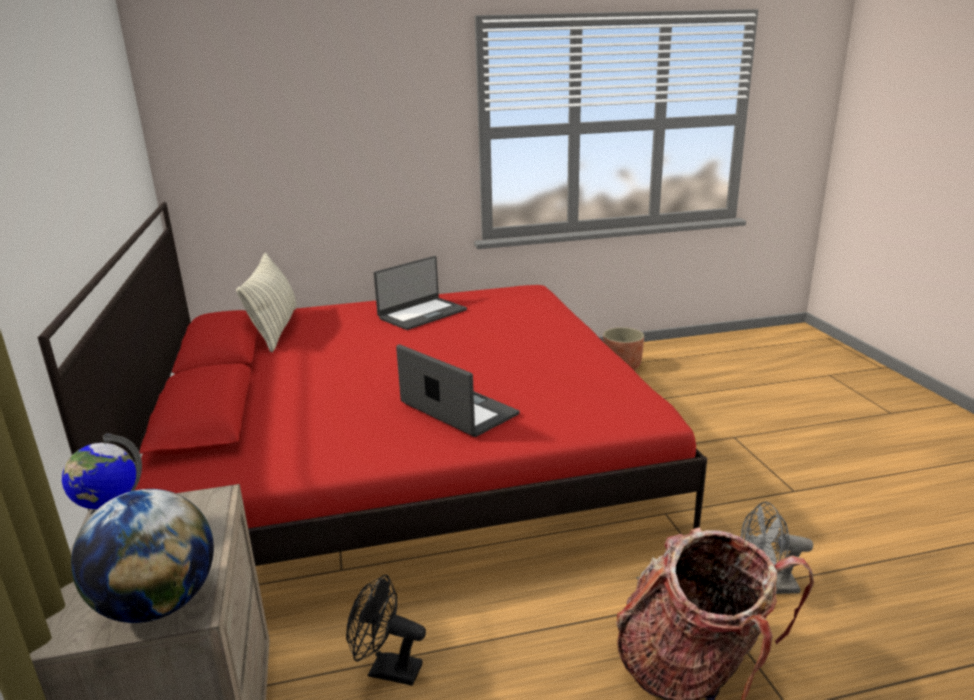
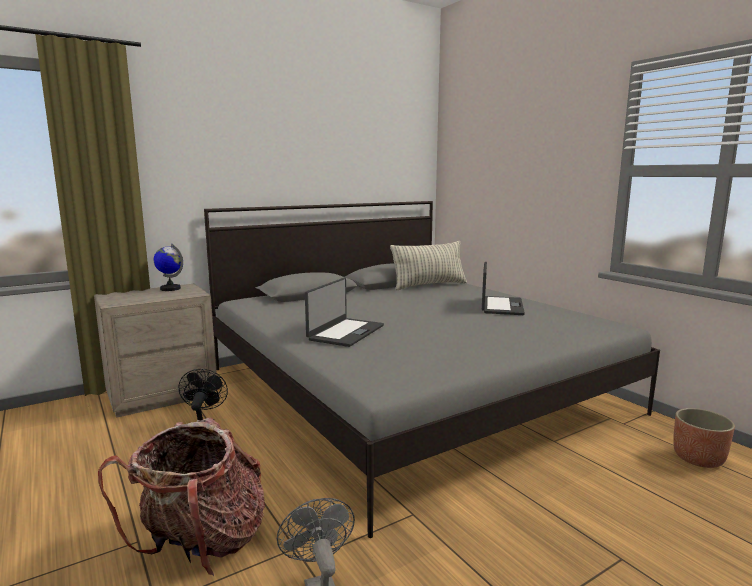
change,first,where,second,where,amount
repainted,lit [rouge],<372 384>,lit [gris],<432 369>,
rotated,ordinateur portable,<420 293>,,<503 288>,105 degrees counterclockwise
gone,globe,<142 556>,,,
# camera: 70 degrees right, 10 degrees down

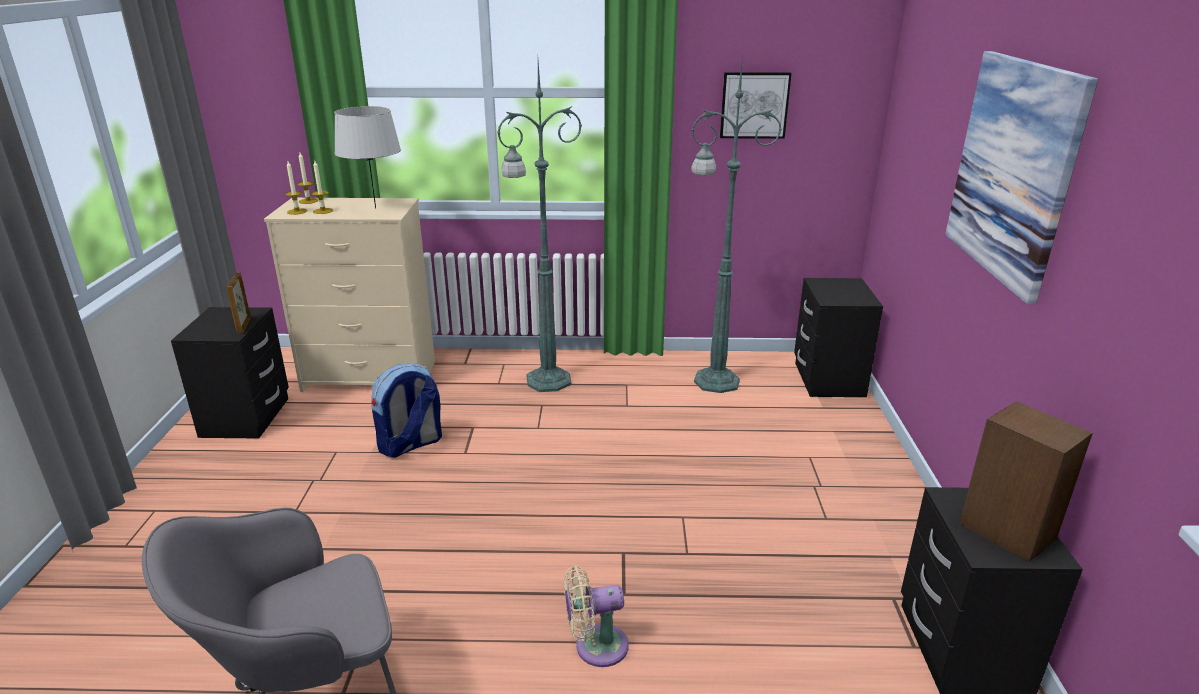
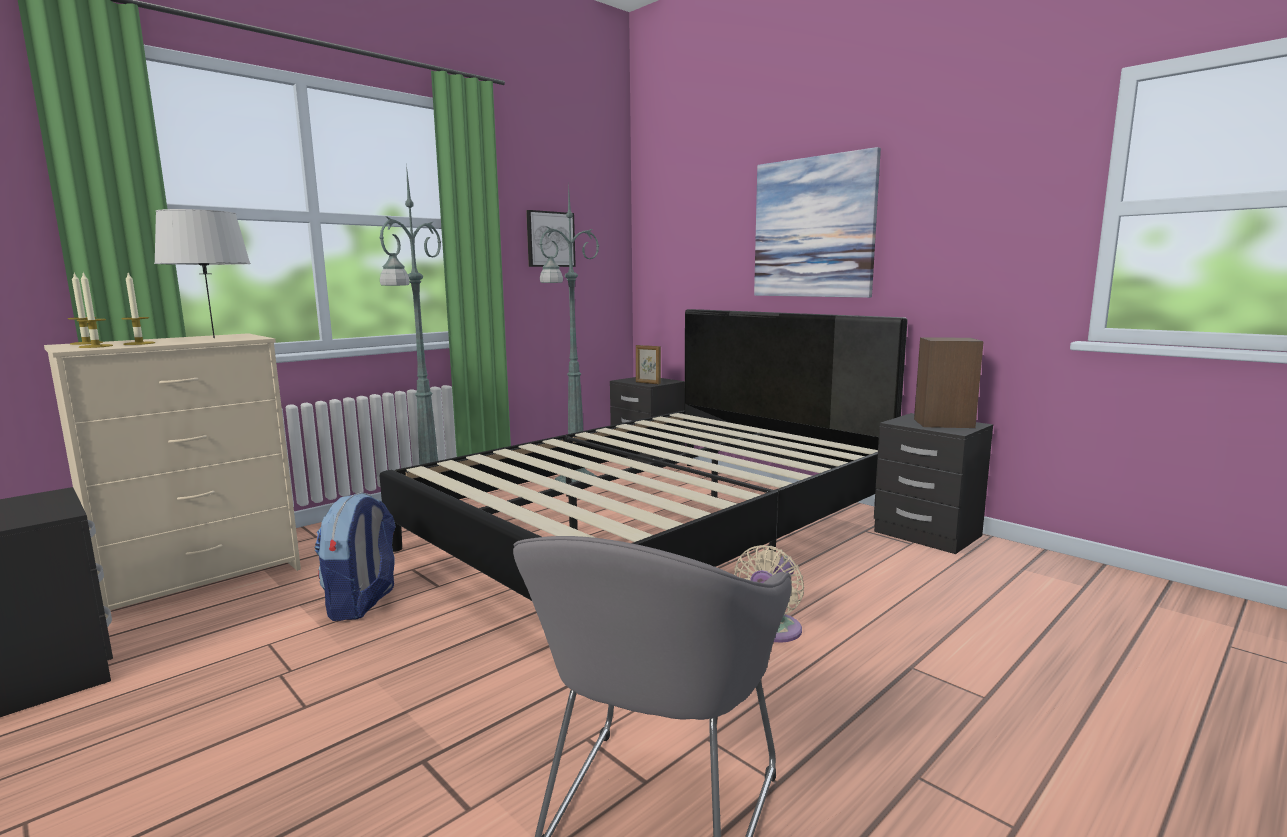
change,first,where,second,where,amount
new,,,lit [noir],<643 455>,
shifted,cadre photo,<238 303>,,<648 364>,
# camera: 45 degrees left, 15 degrees down

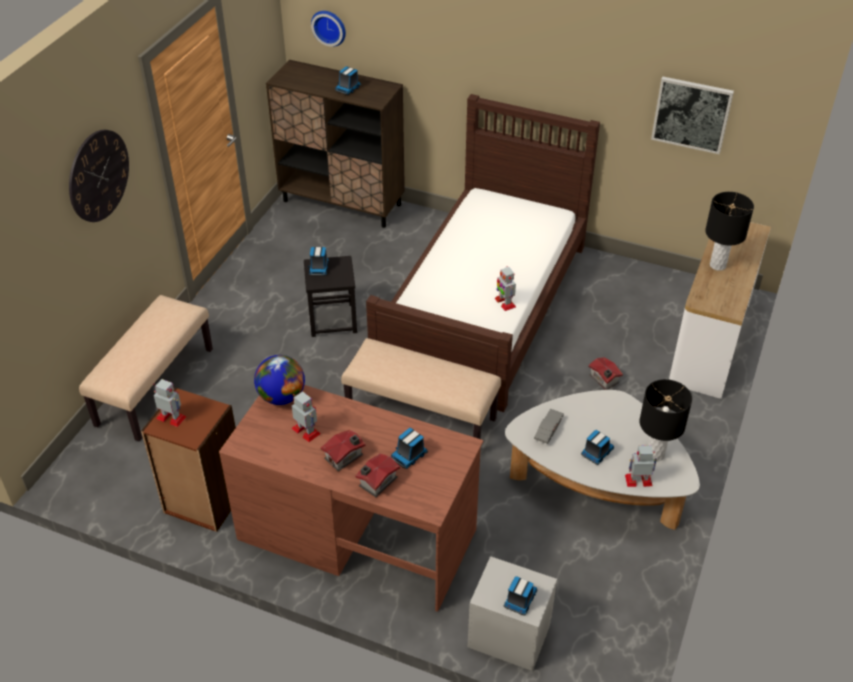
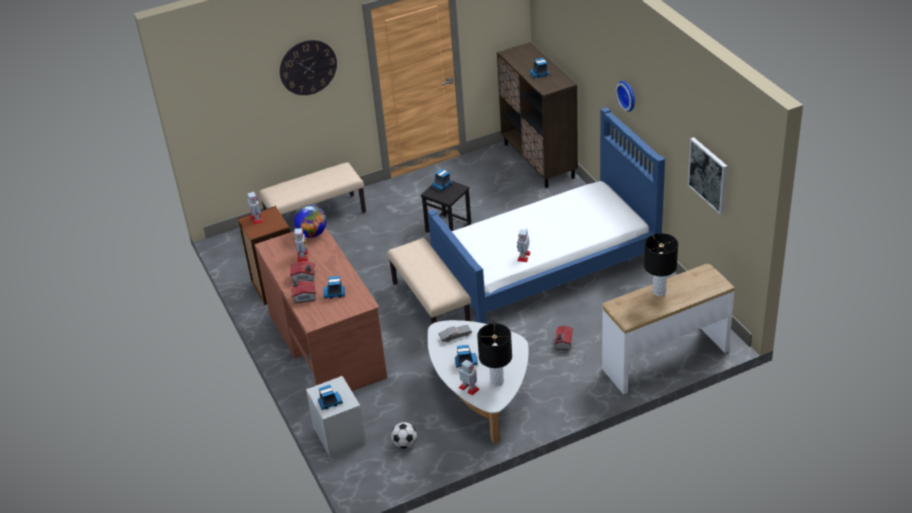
change,first,where,second,where,amount
new,,,ballon de foot,<404 435>,
repainted,lit [marron],<483 253>,lit [bleu],<546 215>,
shifted,horloge murale,<328 29>,,<625 96>,
# camera: 45 degrees right, 5 degrees down

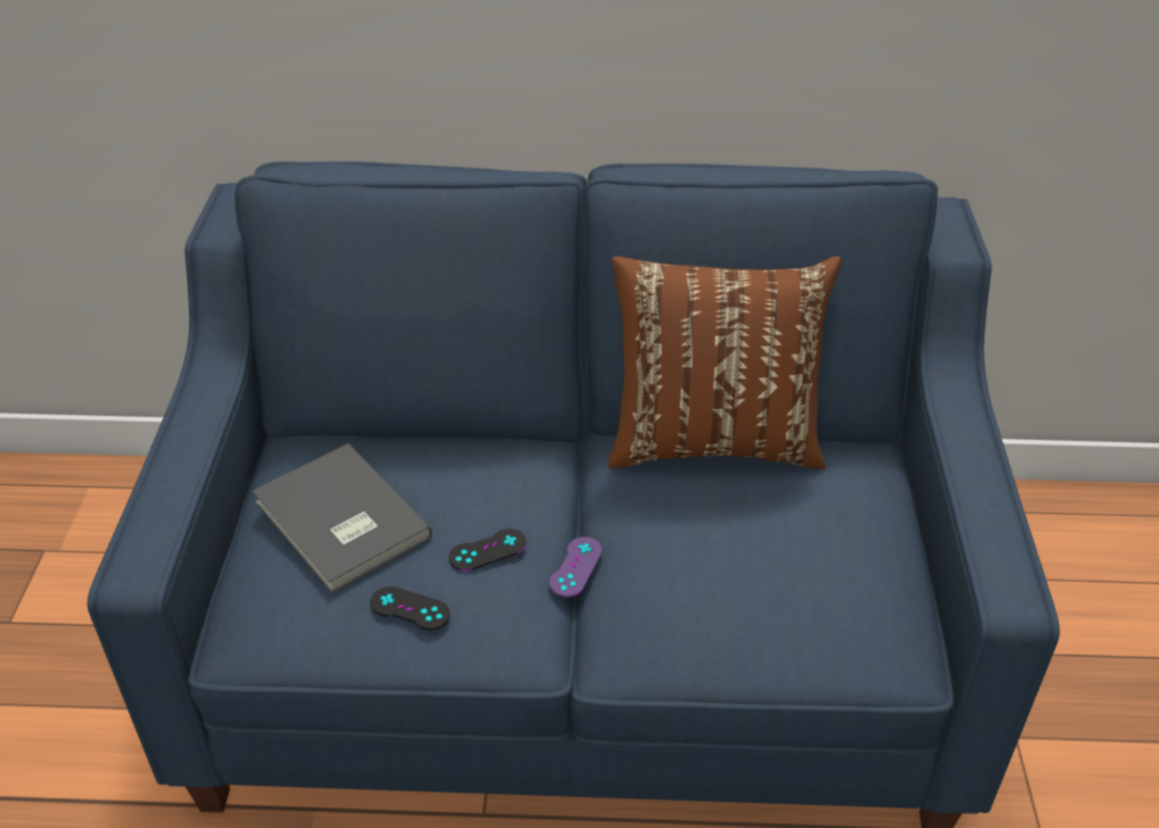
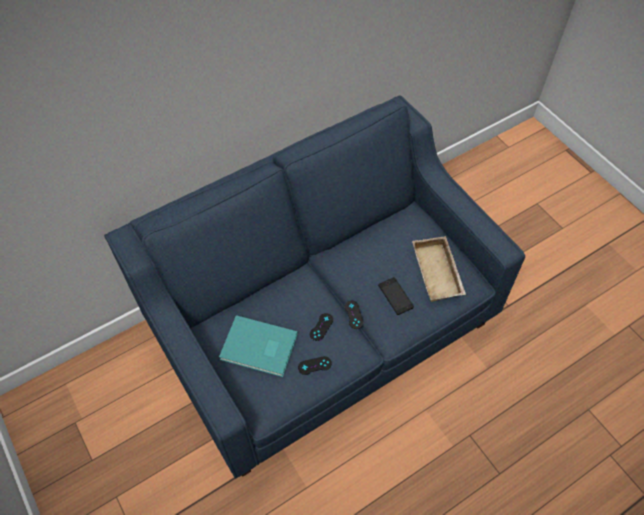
change,first,where,second,where,amount
repainted,livre [gris],<342 518>,livre [turquoise],<258 346>,
repainted,manette [violet],<575 567>,manette [noir],<354 314>,
new,,,téléphone,<396 296>,
new,,,plateau [beige],<439 269>,
gone,coussin [marron],<724 363>,,,
# camera: 35 degrees left, 15 degrees up

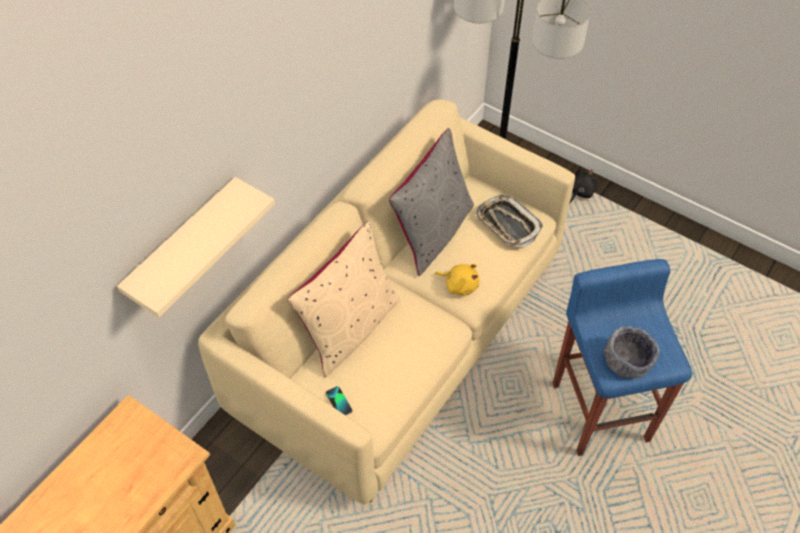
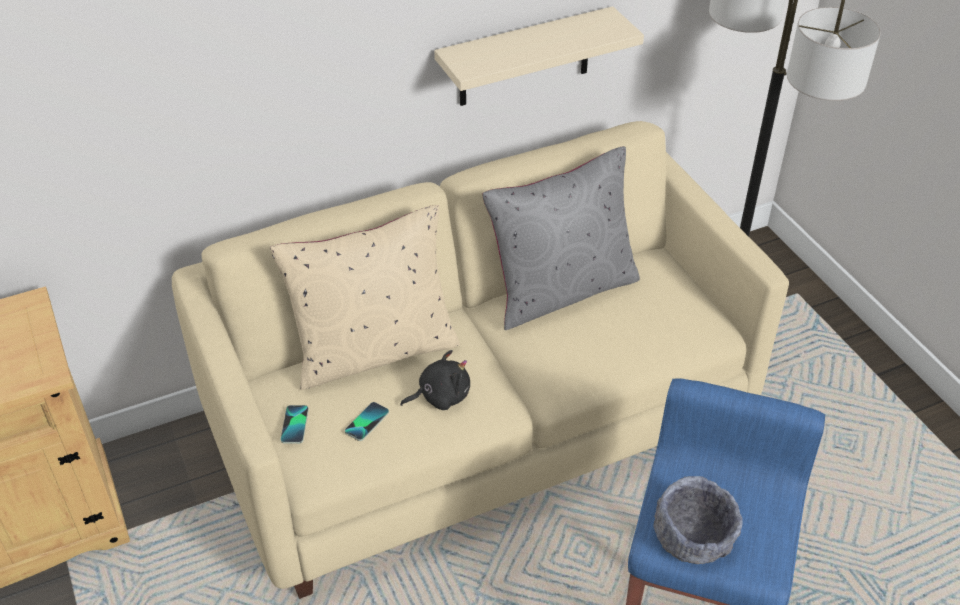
change,first,where,second,where,amount
new,,,téléphone,<367 421>,
shifted,peluche [noir],<583 185>,,<435 380>,
shifted,étagère [beige],<196 247>,,<539 56>,
gone,peluche [jaune],<457 279>,,,
gone,plateau,<509 221>,,,
# camera: 30 degrees right, 10 degrees down

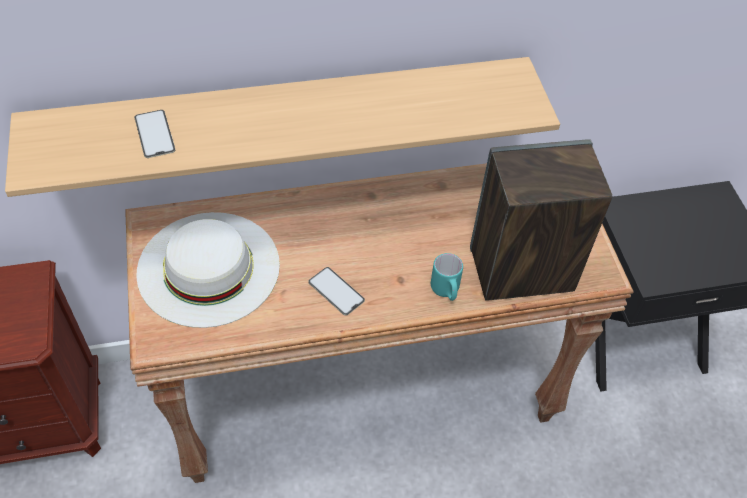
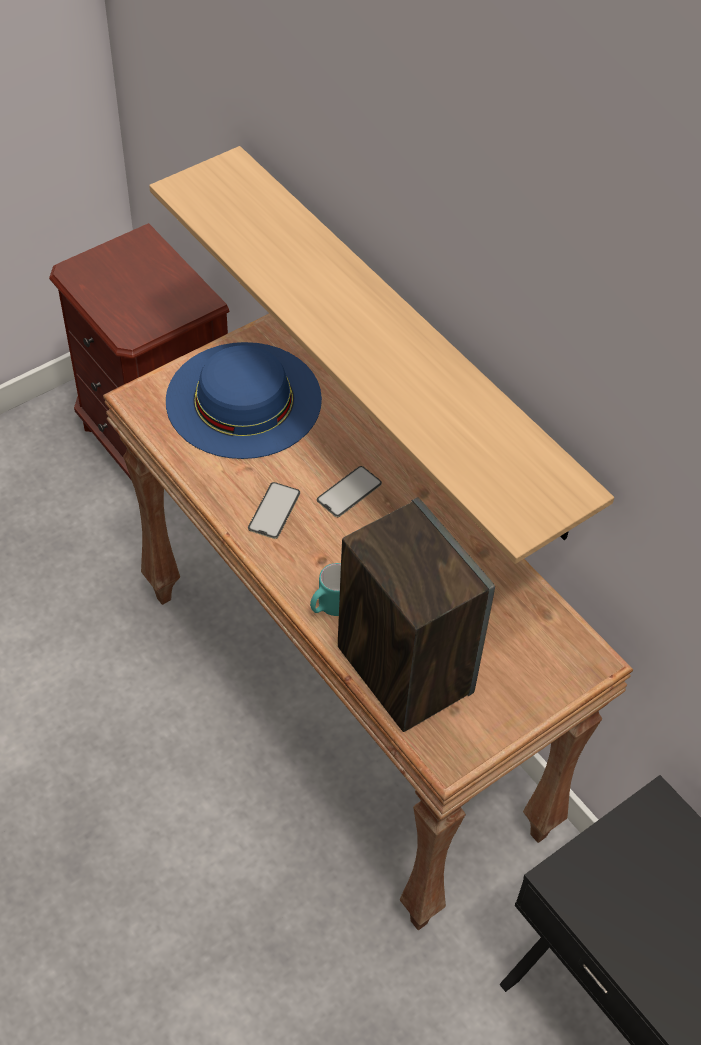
change,first,where,second,where,amount
repainted,chapeau [blanc],<208 270>,chapeau [bleu],<244 400>,
shifted,téléphone,<154 134>,,<349 491>,
# camera: 65 degrees right, 0 degrees up

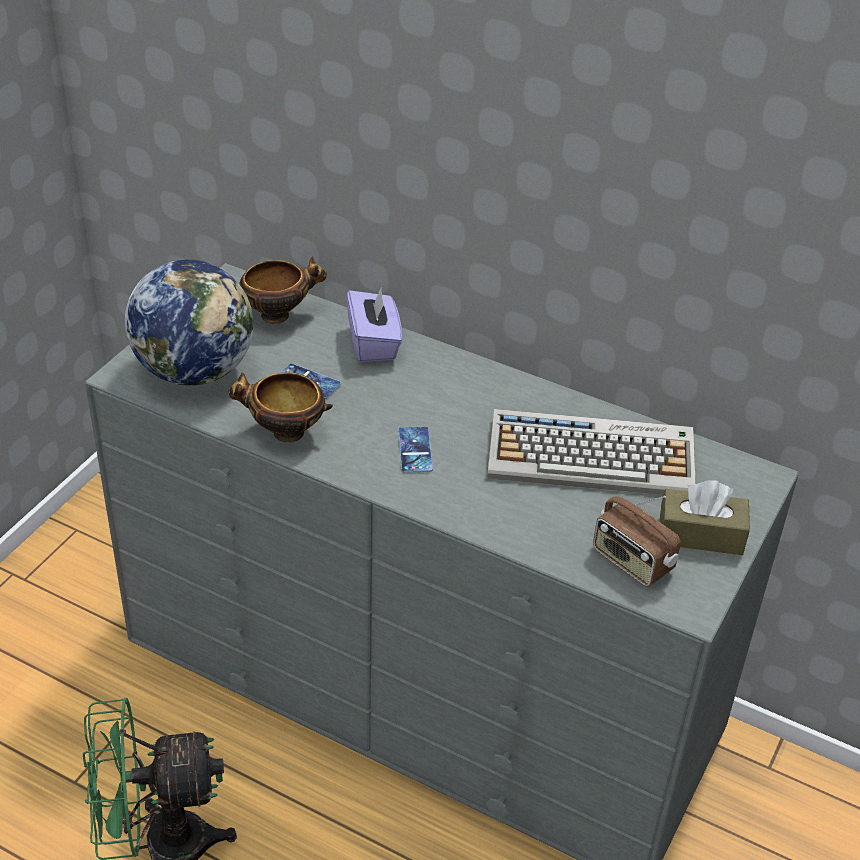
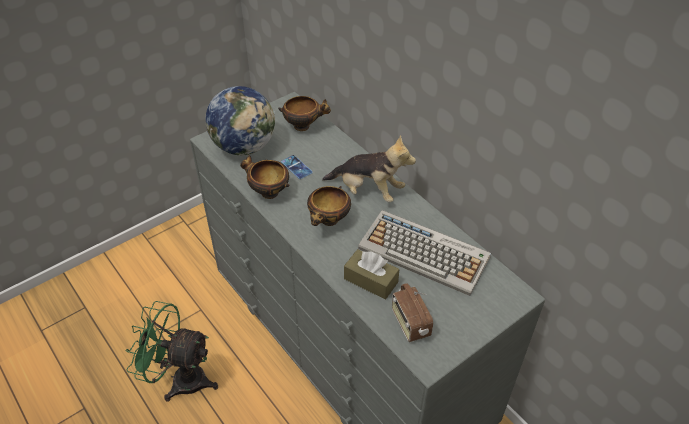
change,first,where,second,where,amount
swapped,téléphone,<415 450>,bol,<329 206>,
new,,,peluche,<369 168>,
shifted,boîte à mouchoirs [marron],<705 517>,,<371 274>,
gone,boîte à mouchoirs [violet],<374 324>,,,
# camera: 25 degrees right, 5 degrees up

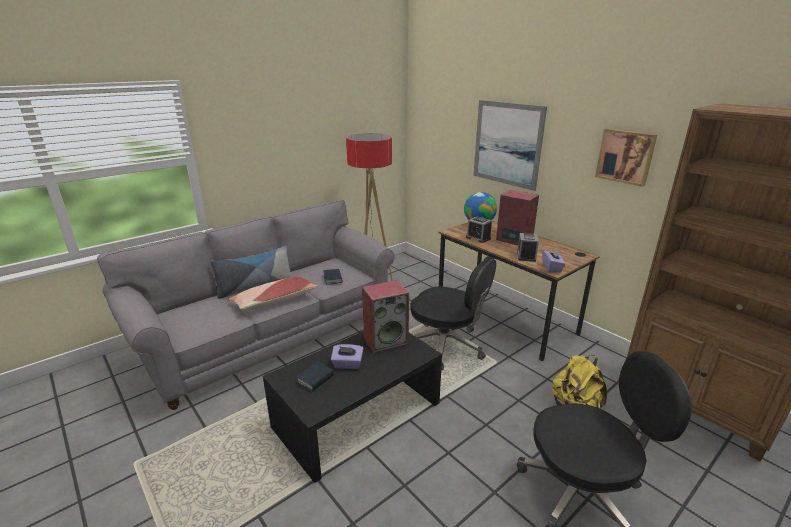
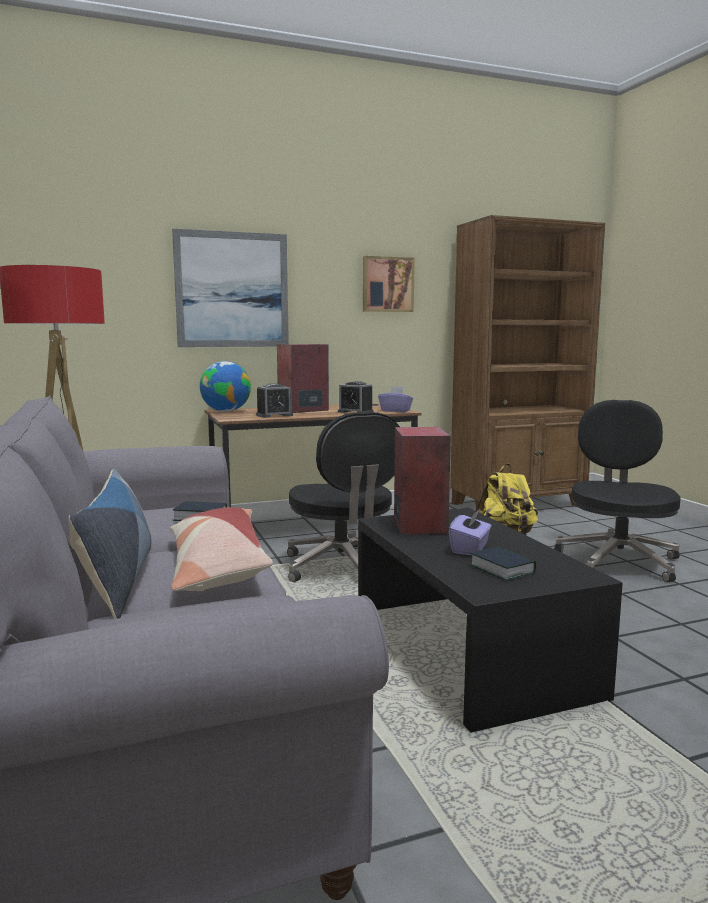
change,first,where,second,where,amount
rotated,chaise de bureau [noir],<453 313>,,<343 497>,105 degrees clockwise
# camera: 70 degrees left, 15 degrees down

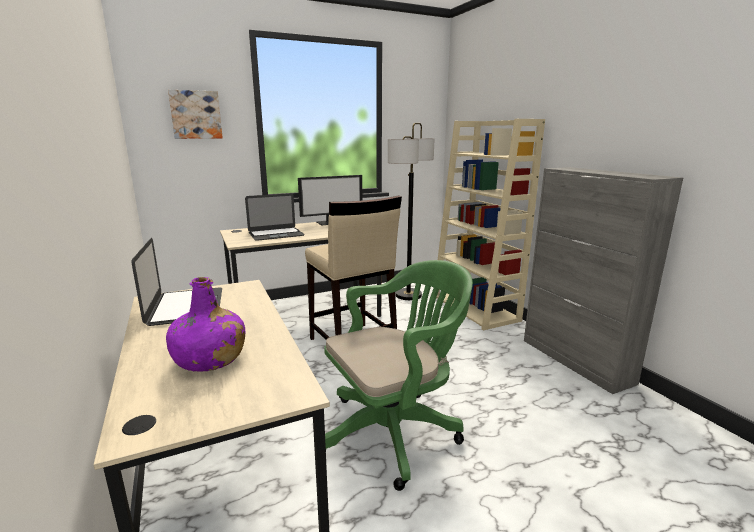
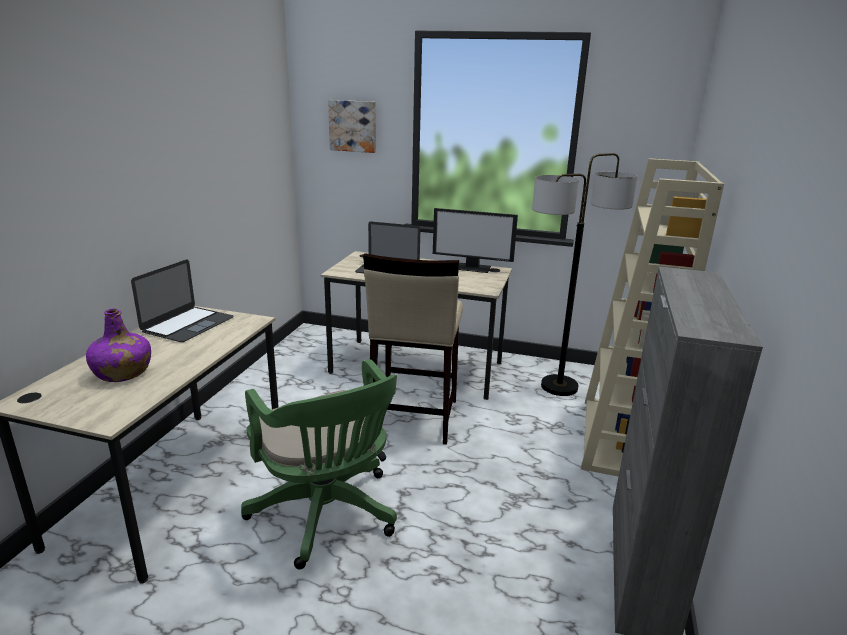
change,first,where,second,where,amount
rotated,chaise de bureau [vert],<398 375>,,<319 464>,45 degrees clockwise
# camera: 40 degrees right, 5 degrees up

